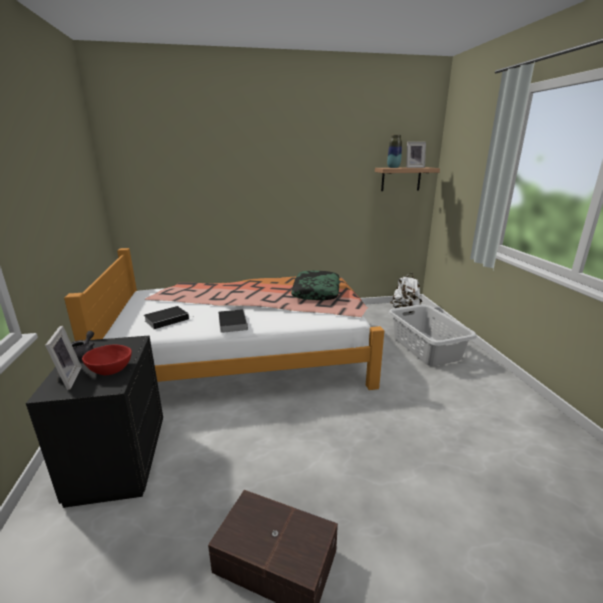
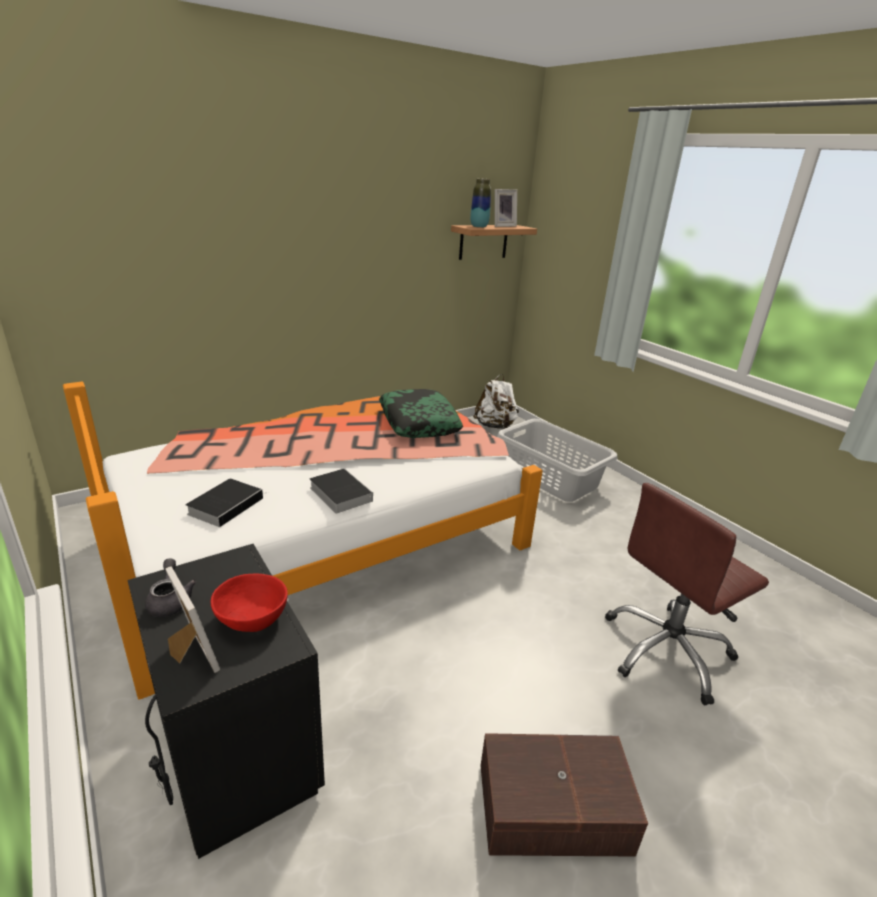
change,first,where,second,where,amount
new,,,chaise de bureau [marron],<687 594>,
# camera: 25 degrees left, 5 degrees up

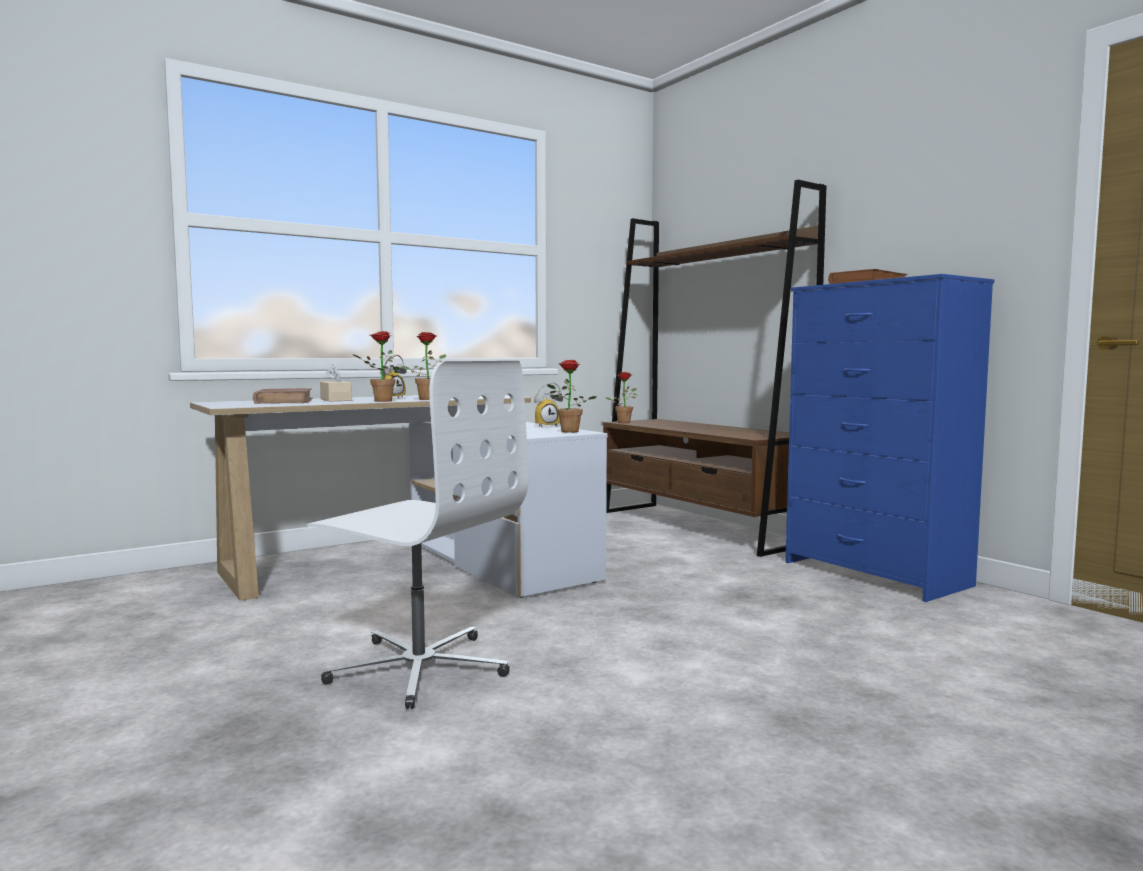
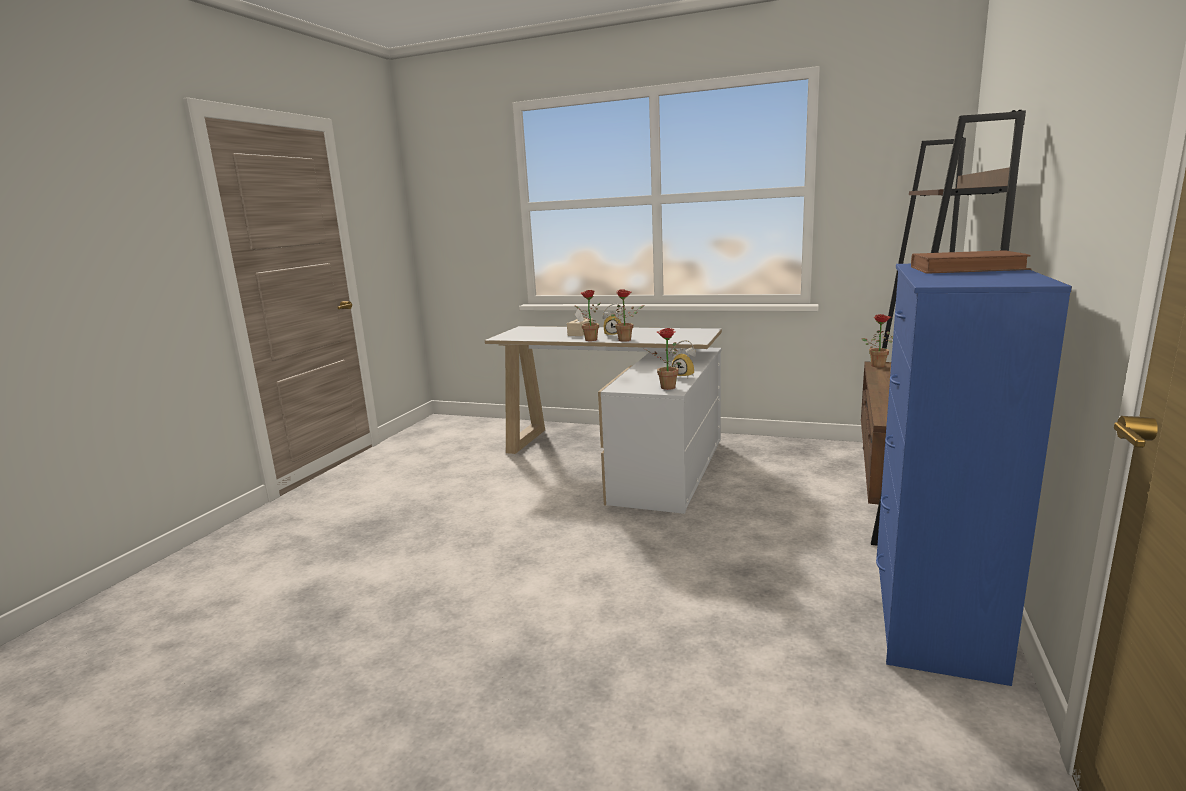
change,first,where,second,where,amount
gone,livre [marron],<283 396>,,,
gone,chaise de bureau [blanc],<416 535>,,,
# camera: 55 degrees right, 10 degrees up

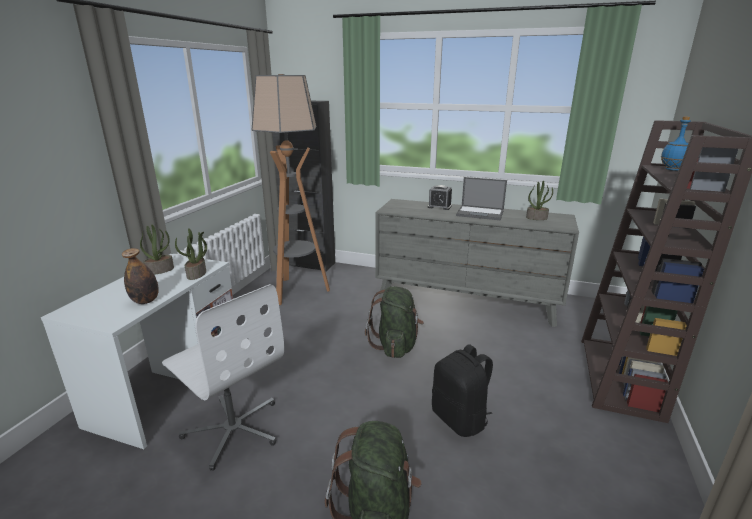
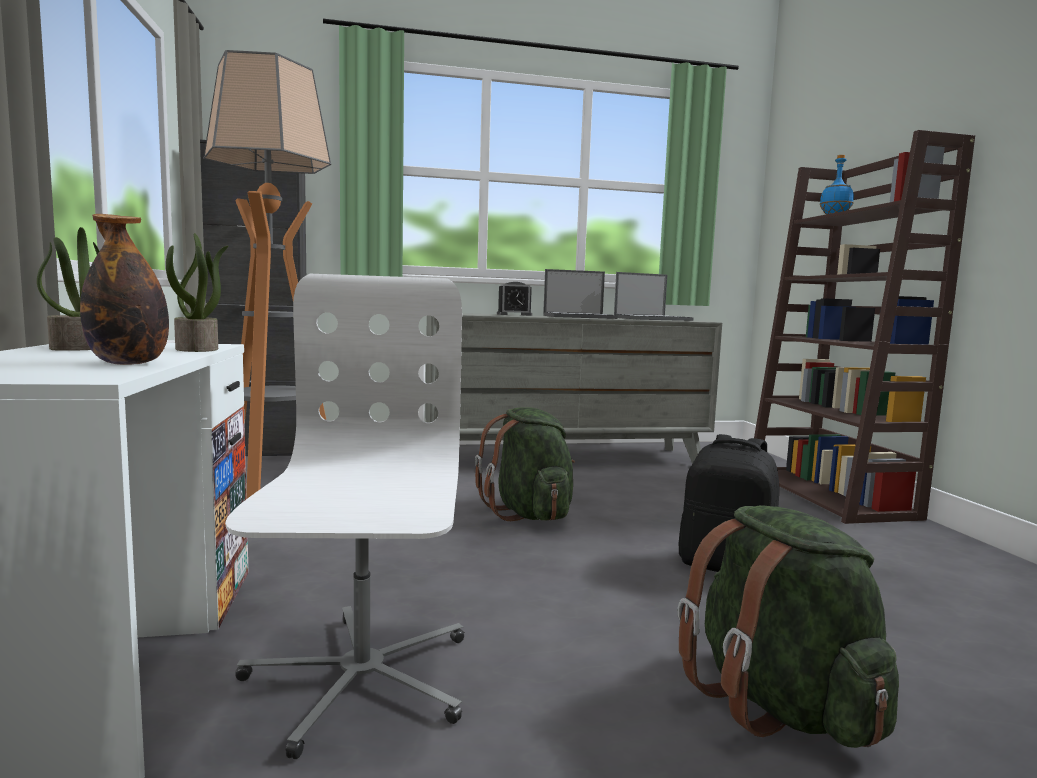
change,first,where,second,where,amount
rotated,chaise de bureau [blanc],<223 377>,,<345 516>,105 degrees counterclockwise
swapped,plante en pot,<539 200>,ordinateur portable,<653 296>,
# camera: 30 degrees left, 15 degrees down

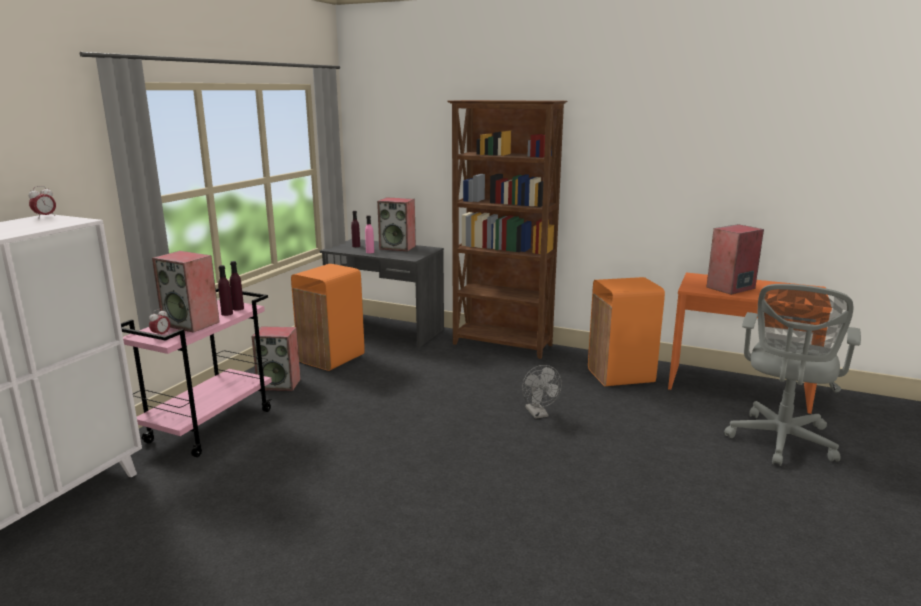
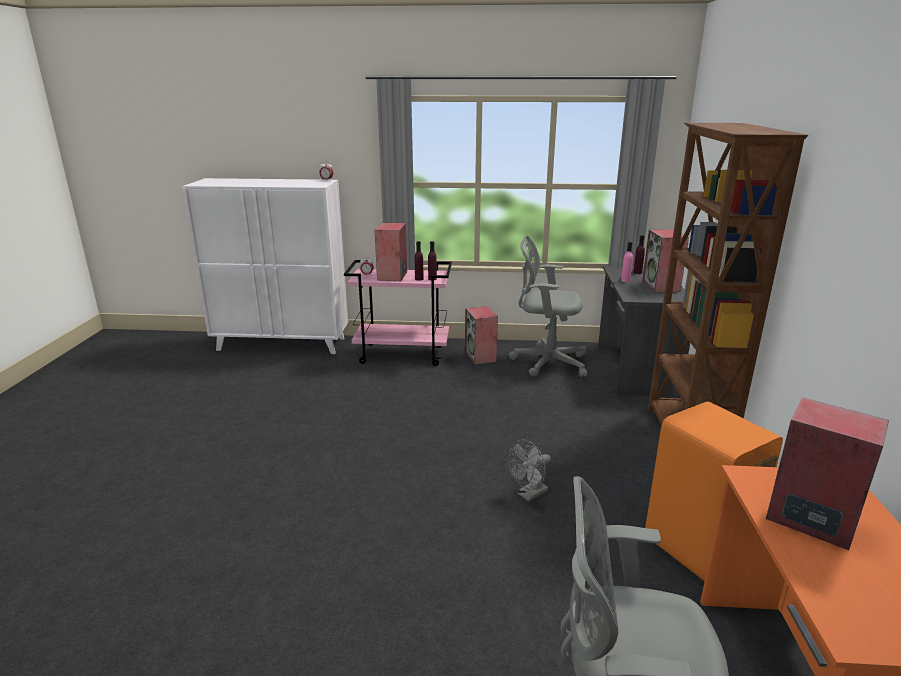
change,first,where,second,where,amount
swapped,poubelle [orange],<328 317>,chaise de bureau [gris],<548 306>,
# camera: 70 degrees right, 5 degrees up

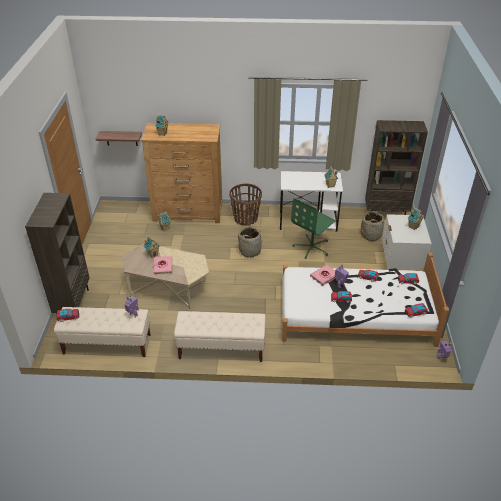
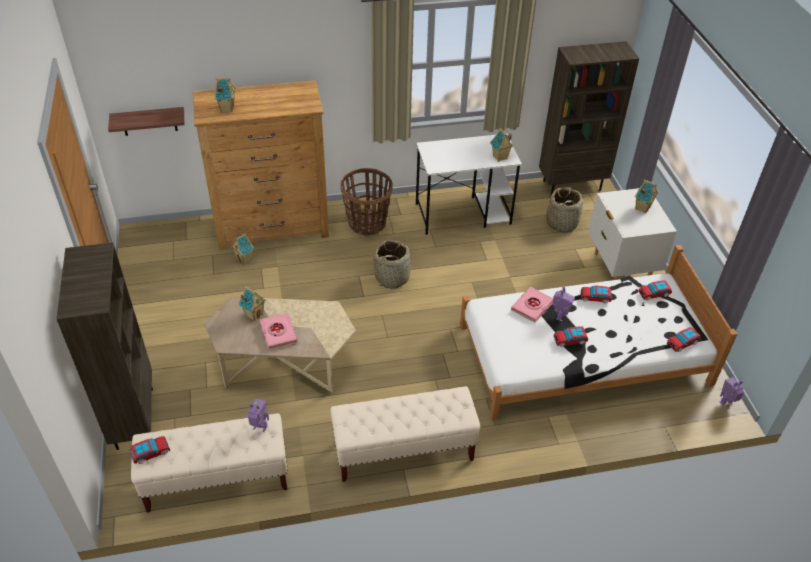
change,first,where,second,where,amount
gone,chaise de bureau [vert],<313 228>,,,
# camera: 15 degrees left, 5 degrees up

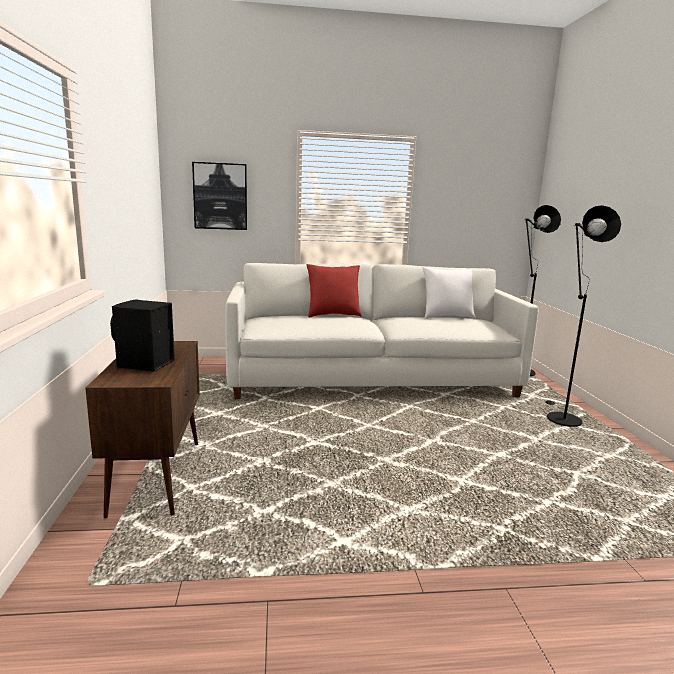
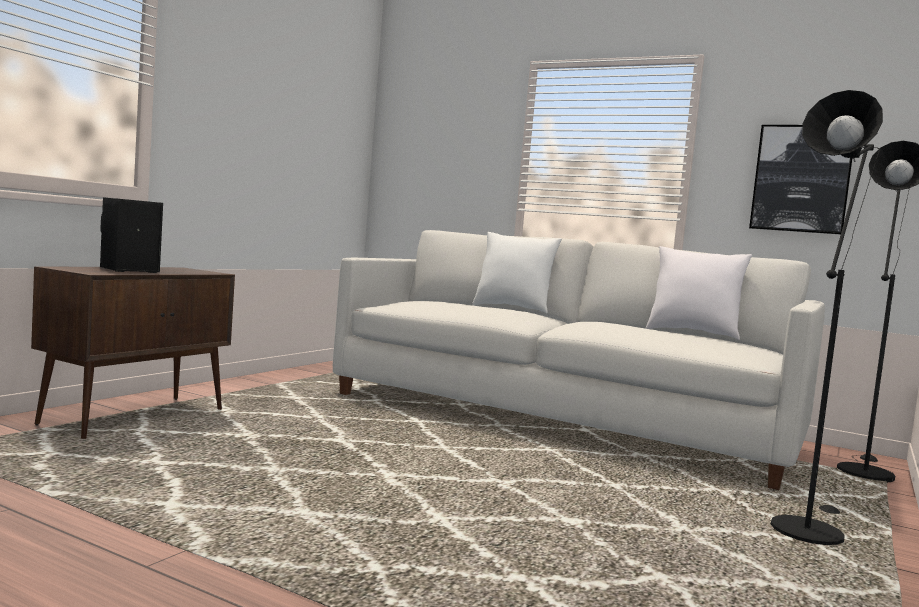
change,first,where,second,where,amount
repainted,coussin [rouge],<334 290>,coussin [blanc],<517 273>,
shifted,tableau,<219 196>,,<800 180>,
# camera: 35 degrees right, 10 degrees down

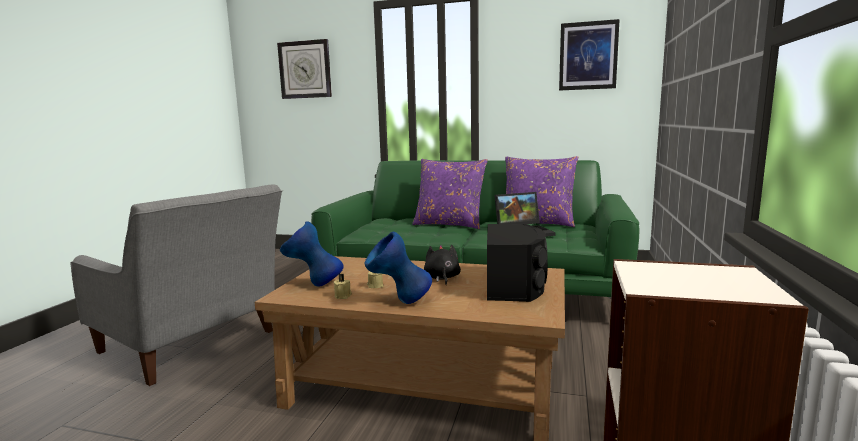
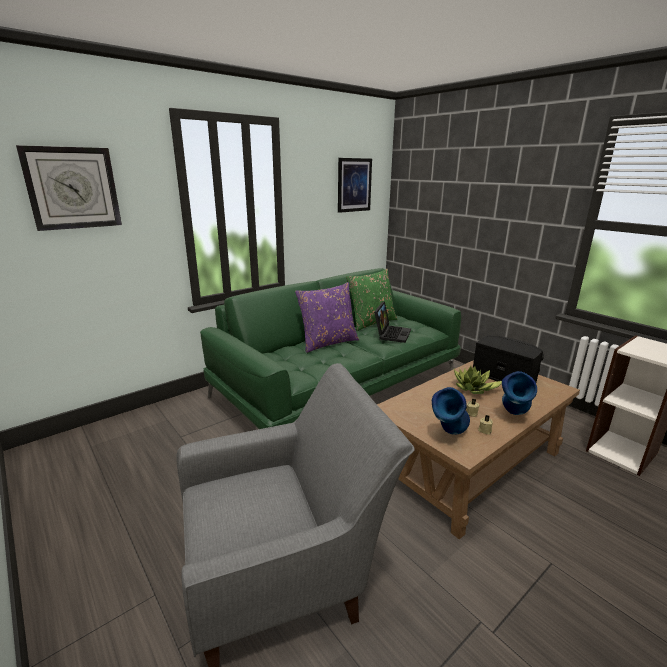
change,first,where,second,where,amount
repainted,coussin [violet],<541 191>,coussin [vert],<371 300>,
swapped,peluche [noir],<442 265>,plante en pot,<478 380>,
# camera: 55 degrees left, 10 degrees up

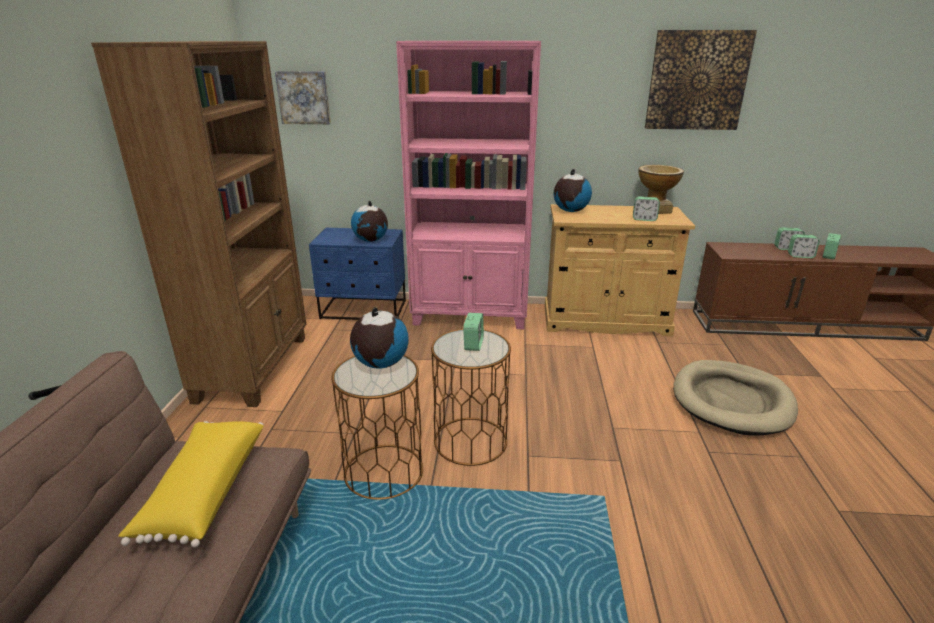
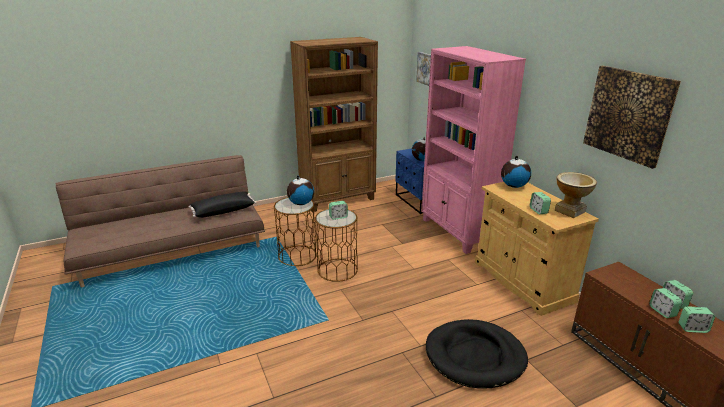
change,first,where,second,where,amount
repainted,coussin [jaune],<191 484>,coussin [noir],<223 205>,
repainted,panier pour chien [beige],<735 398>,panier pour chien [noir],<477 354>,
# camera: 60 degrees right, 0 degrees up

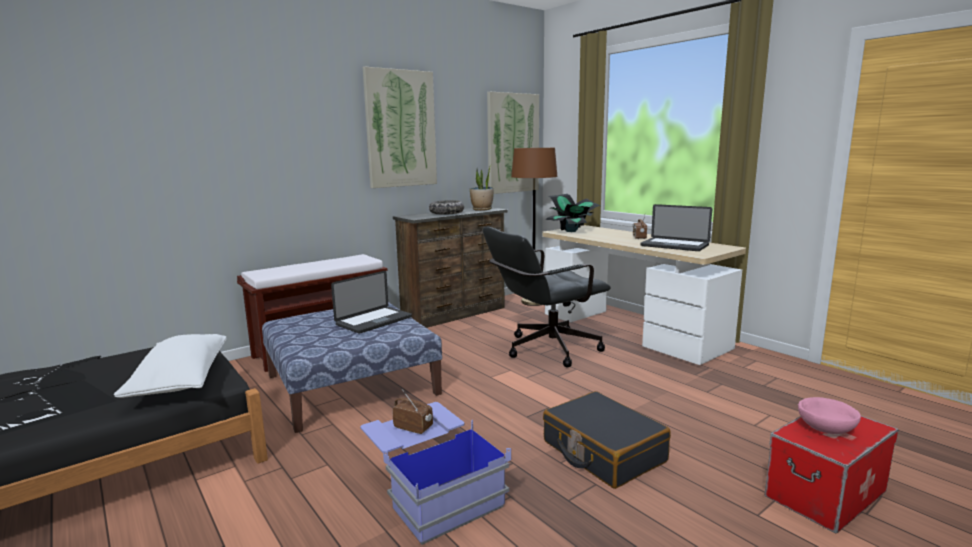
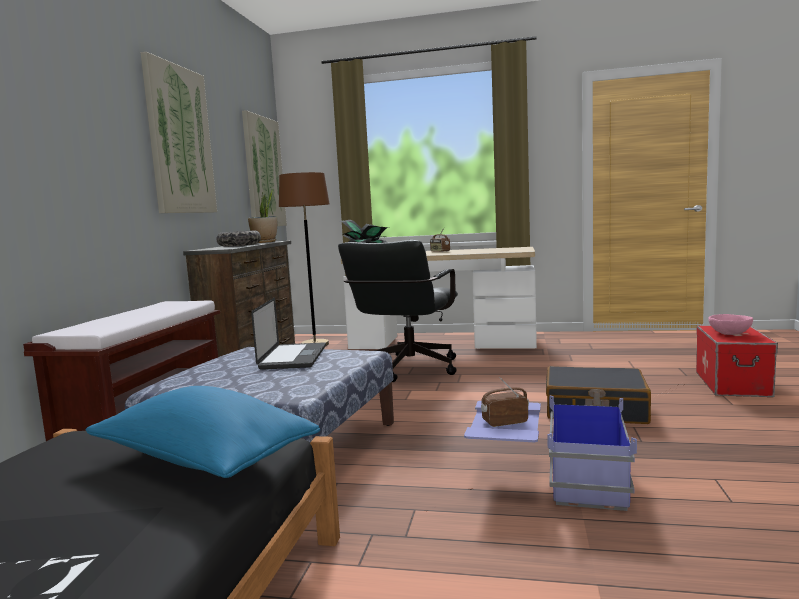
change,first,where,second,where,amount
repainted,coussin [blanc],<170 366>,coussin [bleu],<202 432>,
gone,ordinateur portable,<676 227>,,,
# camera: 40 degrees left, 5 degrees down

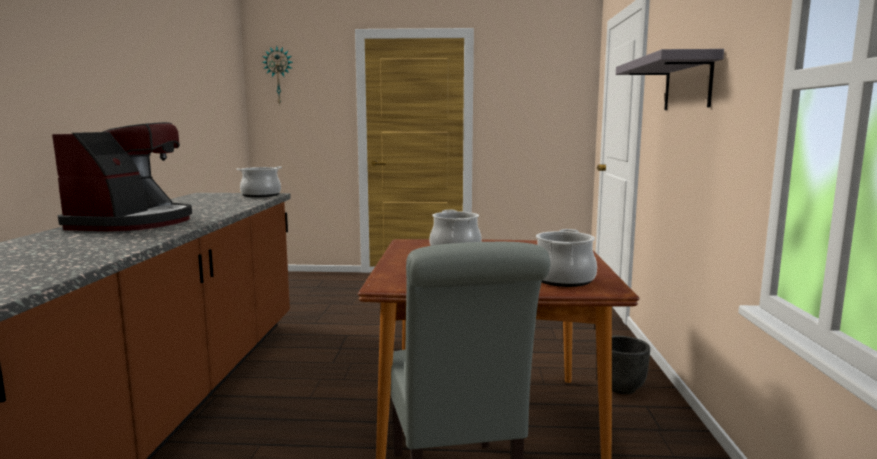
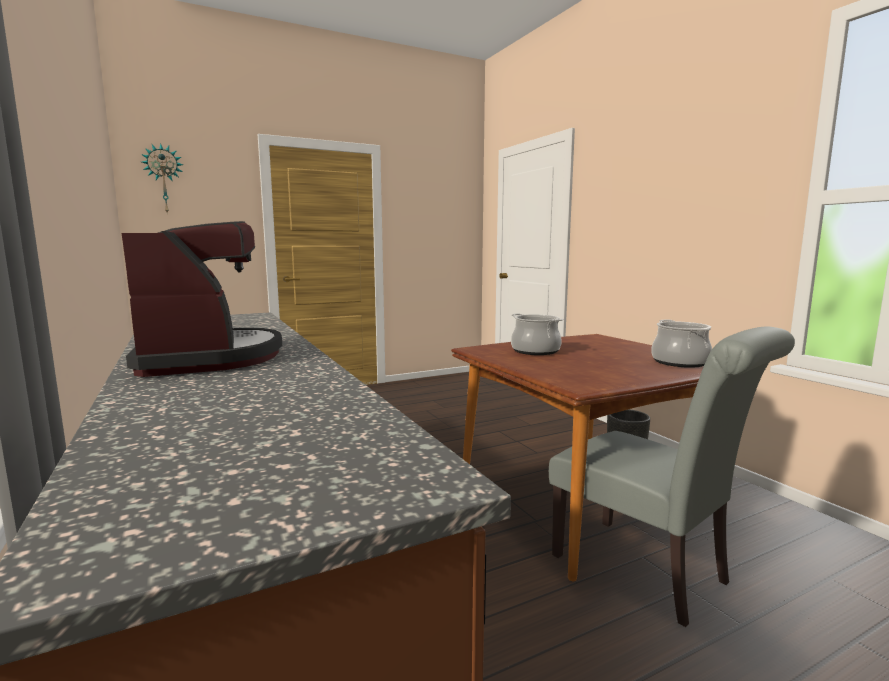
change,first,where,second,where,amount
gone,marmite,<259 182>,,,
gone,étagère [gris],<670 79>,,,
# camera: 30 degrees left, 0 degrees up

